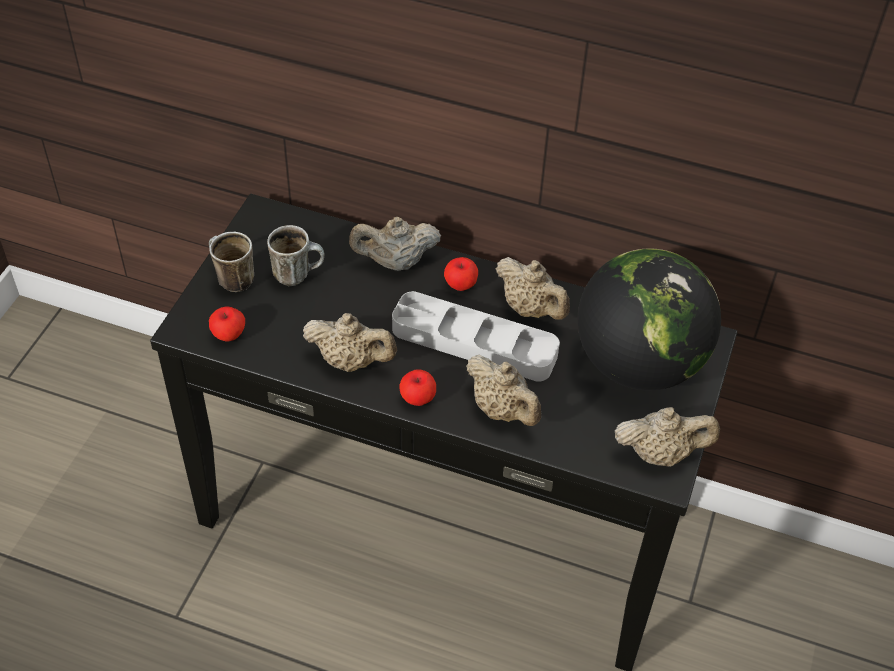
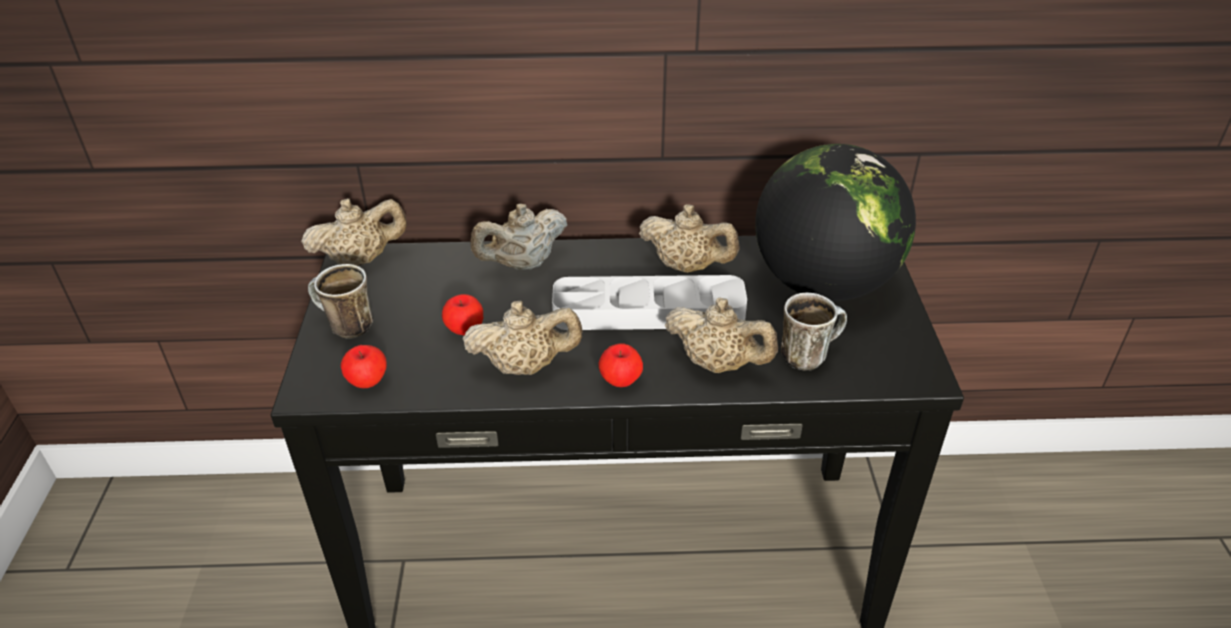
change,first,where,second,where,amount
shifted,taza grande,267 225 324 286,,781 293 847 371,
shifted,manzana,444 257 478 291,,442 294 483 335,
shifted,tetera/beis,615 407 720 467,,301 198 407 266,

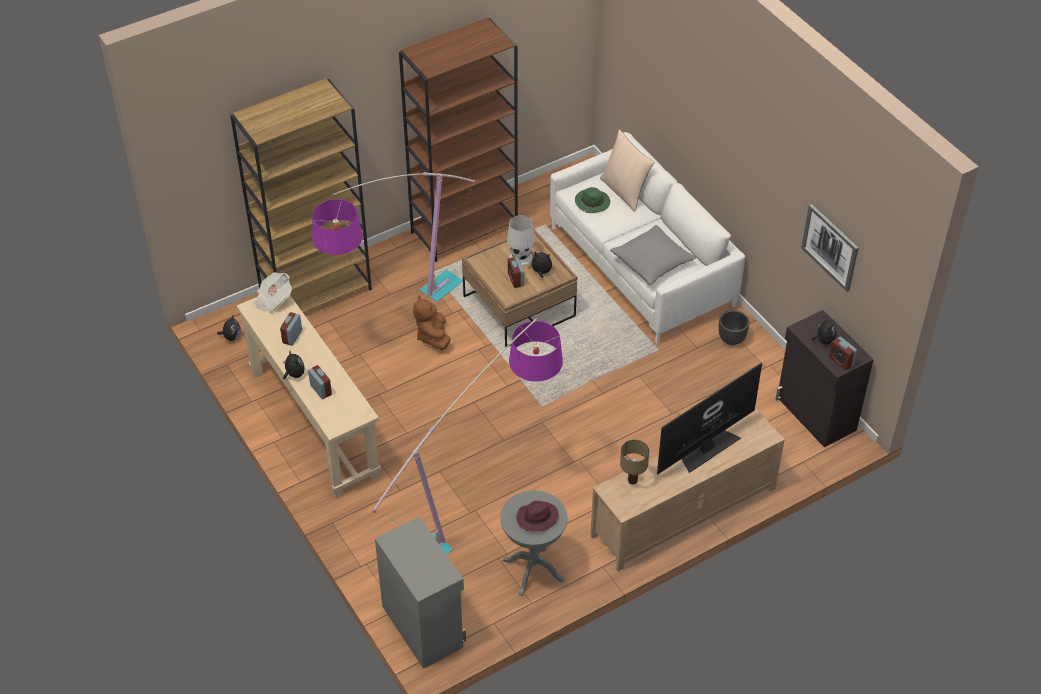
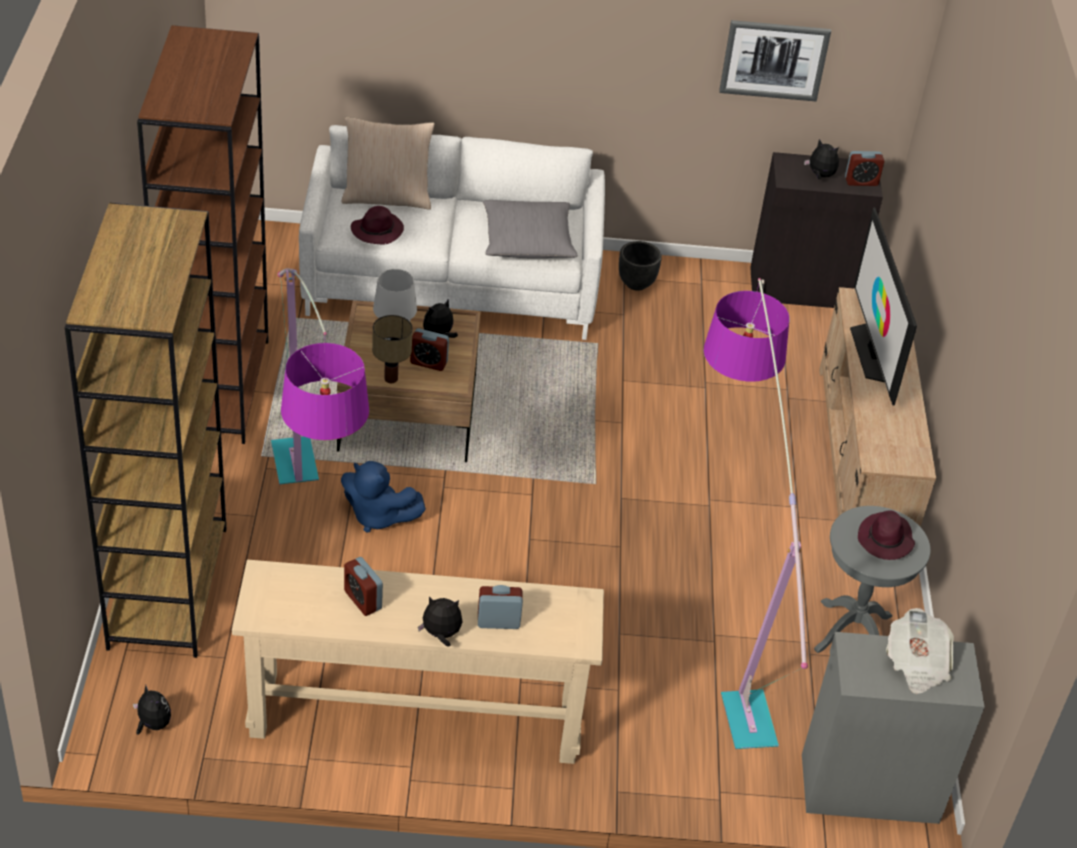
change,first,where,second,where,amount
repainted,sombrero/verde,575 187 610 213,sombrero/morado,351 206 404 244,
shifted,periódico,252 272 292 313,,886 608 954 694,
repainted,peluche/marrón,413 296 451 350,peluche/azul,341 461 426 533,
shifted,lámpara de mesa,620 440 649 484,,372 315 413 383,

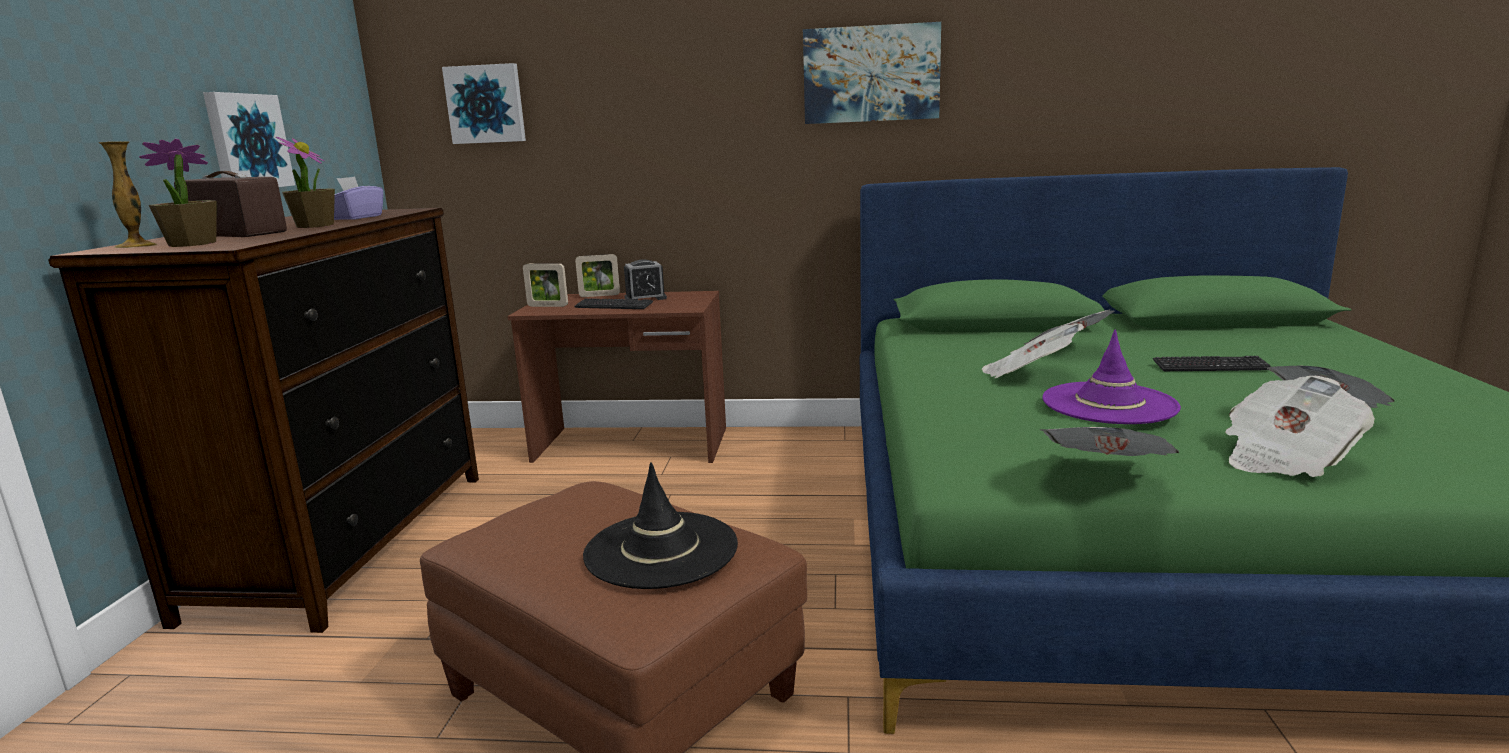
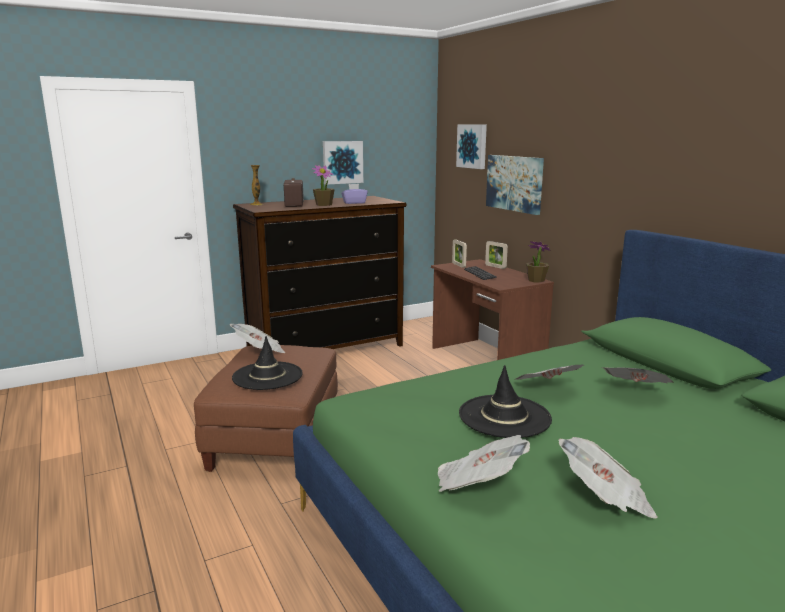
change,first,where,second,where,amount
shifted,cuadro,803 22 941 124,,486 155 544 215,
shifted,planta en maceta,139 139 217 247,,526 241 551 283,
gone,despertador,624 260 667 300,,,
repainted,sombrero/morado,1042 330 1181 424,sombrero/negro,459 365 552 438,
gone,teclado,1153 356 1271 371,,,
shifted,periódico,1040 427 1179 456,,230 324 285 353,

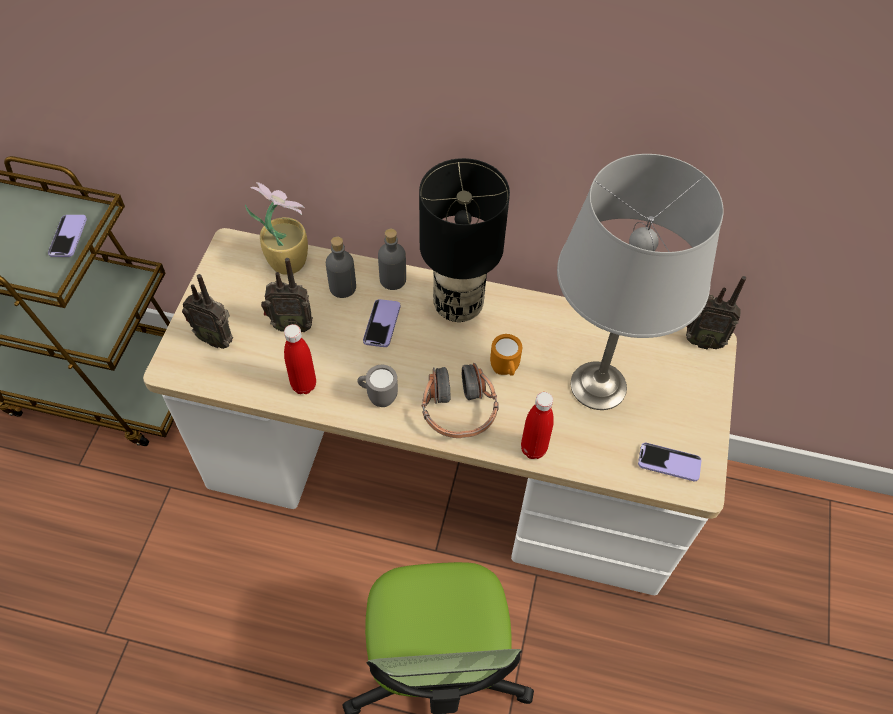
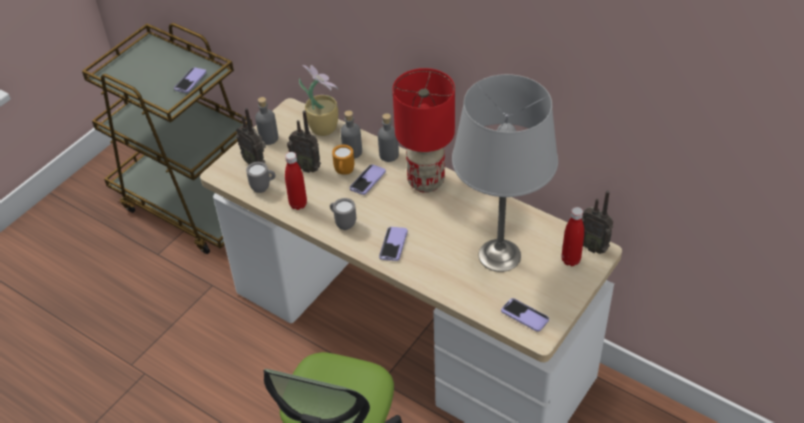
change,first,where,second,where,amount
repainted,lámpara de mesa/negro,419 158 510 322,lámpara de mesa/rojo,393 68 455 193,
shifted,taza grande/naranja,490 334 522 376,,332 145 354 175,
swapped,auriculares,422 363 499 438,móvil,379 227 408 261,
shifted,botella/rojo,521 392 554 459,,562 207 584 266,
new,,,botella/gris,255 97 278 145,
new,,,taza grande/gris,246 162 275 193,

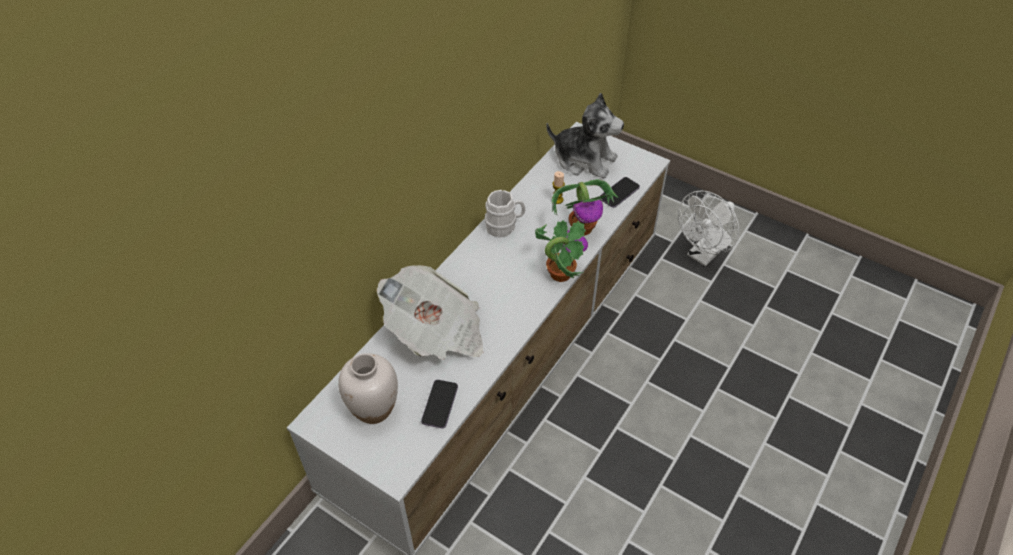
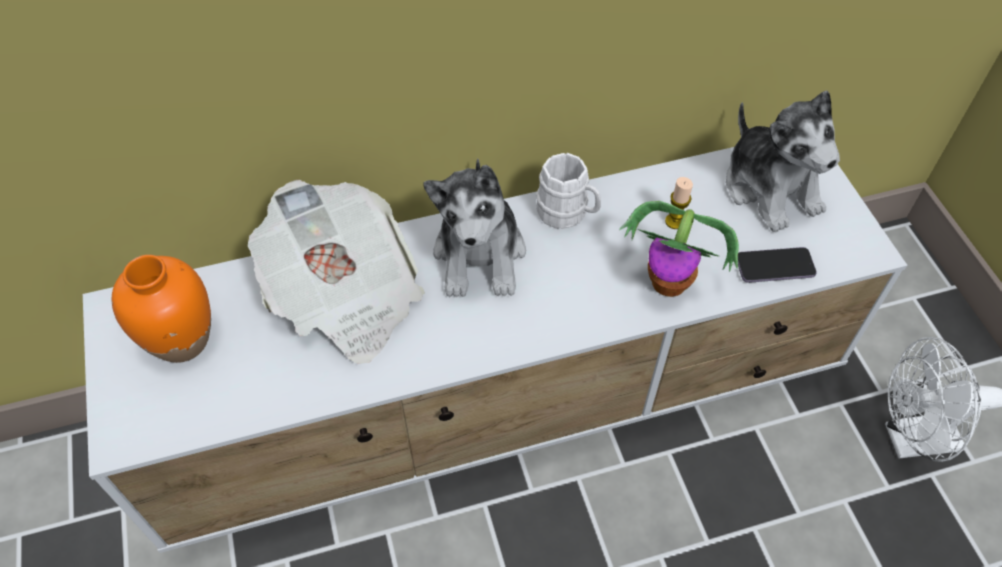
change,first,where,second,where,amount
gone,planta en maceta,535 220 588 282,,,
repainted,florero/blanco,338 353 398 424,florero/naranja,111 255 211 363,
gone,móvil,421 380 458 428,,,
new,,,peluche,423 159 526 297,

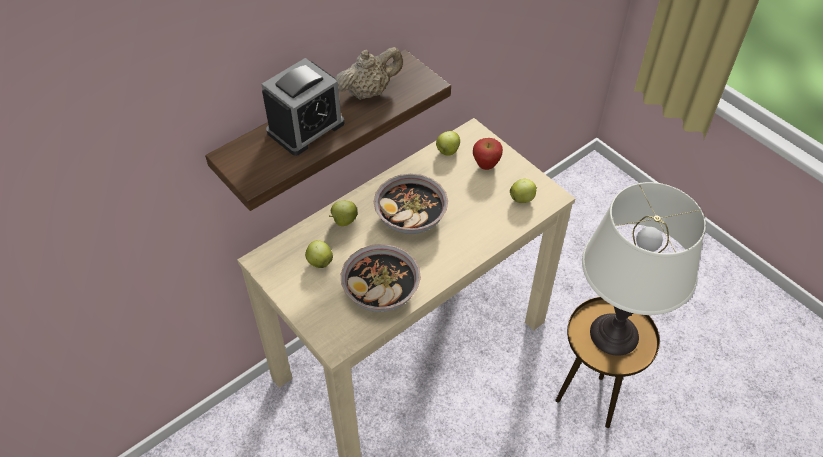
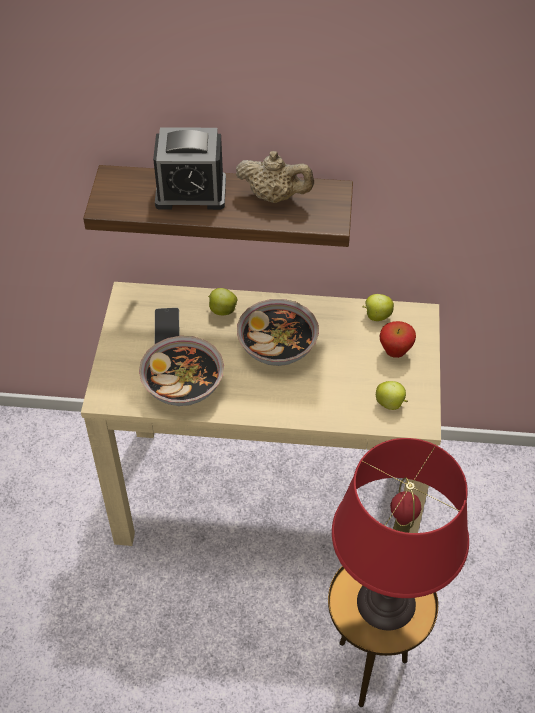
change,first,where,second,where,amount
repainted,lámpara de mesa/blanco,582 182 706 356,lámpara de mesa/rojo,332 438 469 630,
swapped,manzana,305 240 333 268,móvil,155 308 179 344,

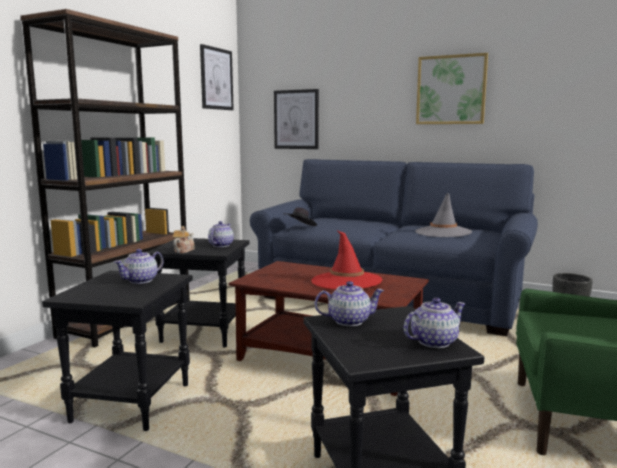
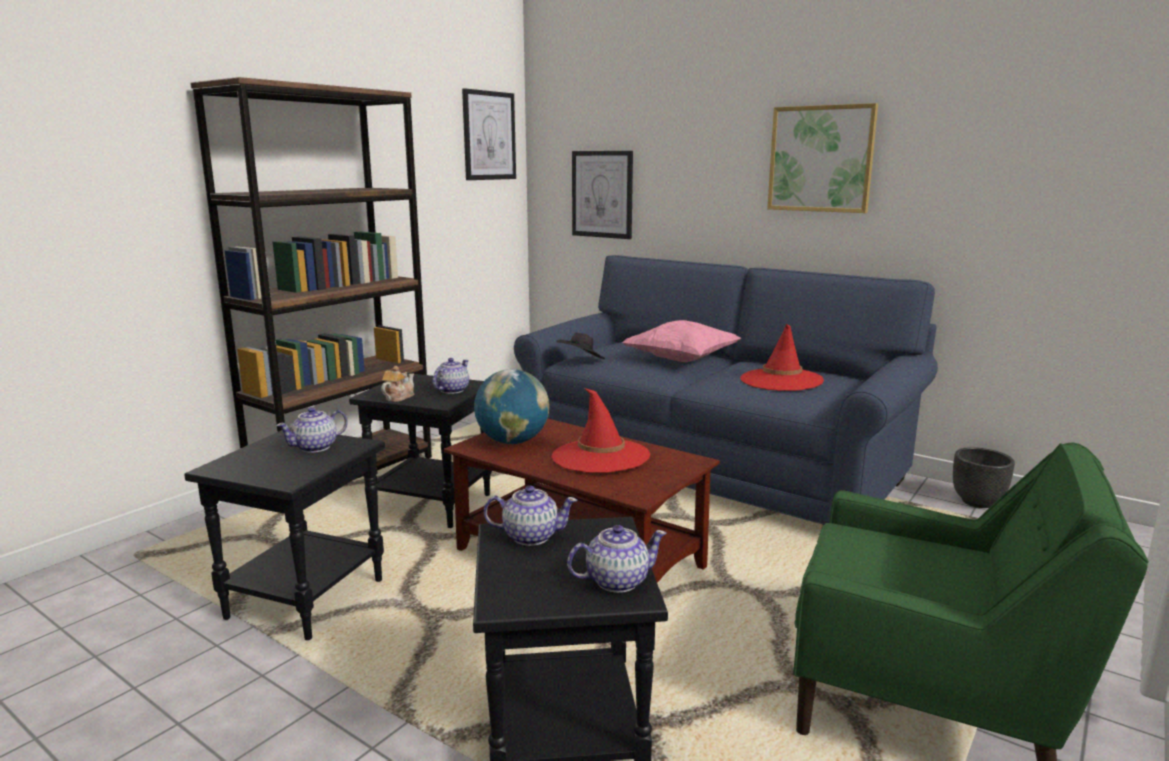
change,first,where,second,where,amount
repainted,sombrero/gris,415 193 472 237,sombrero/rojo,740 324 824 391,
new,,,cojín/rosa,622 320 741 362,
new,,,globo terráqueo,474 369 549 444,

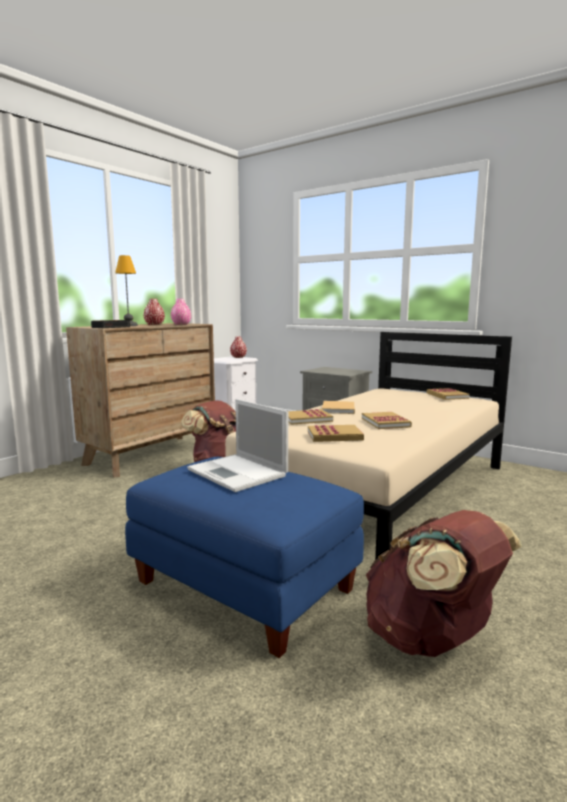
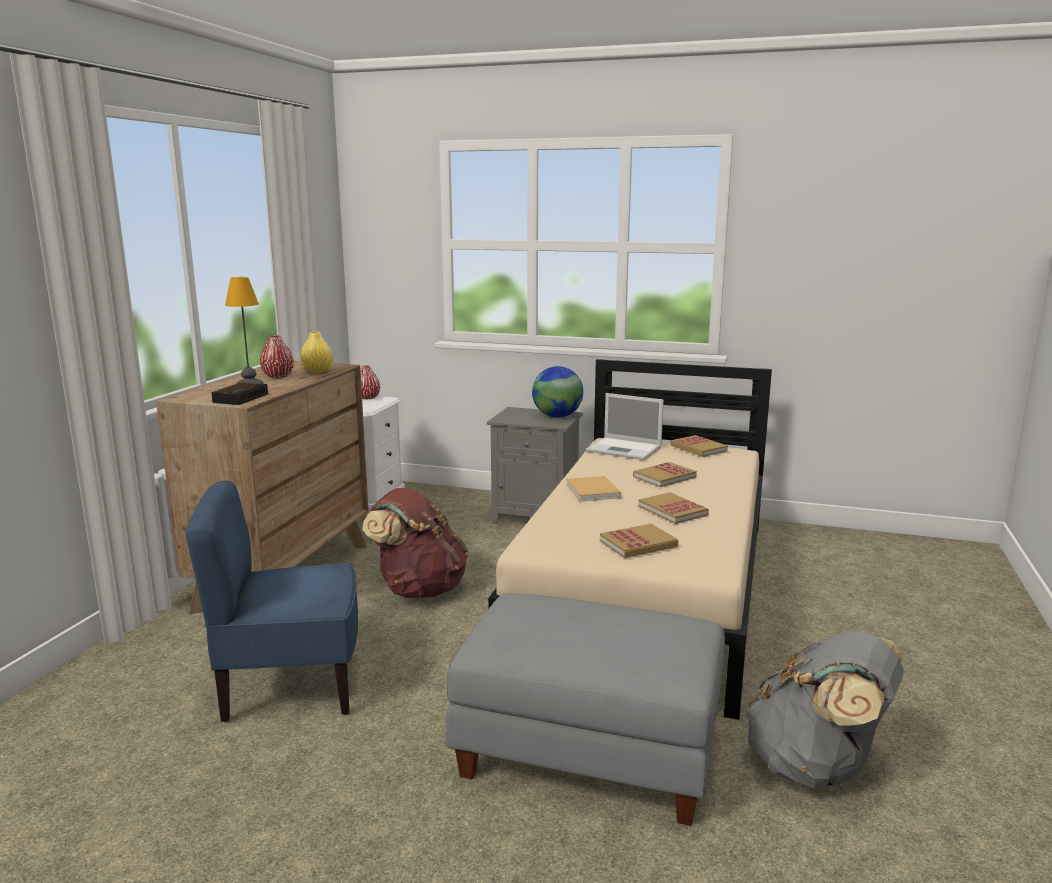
change,first,where,second,where,amount
repainted,florero/rosa,171 299 191 325,florero/amarillo,300 332 333 373,
shifted,portátil,187 399 288 492,,586 393 664 460,
shifted,libro,288 409 333 425,,633 462 697 487,
repainted,puf/azul,125 457 364 658,puf/gris,446 593 725 826,
repainted,mochila/marrón,366 510 522 657,mochila/gris,745 631 904 789,
new,,,globo terráqueo,532 366 583 418,
new,,,silla/azul,185 481 358 722,

